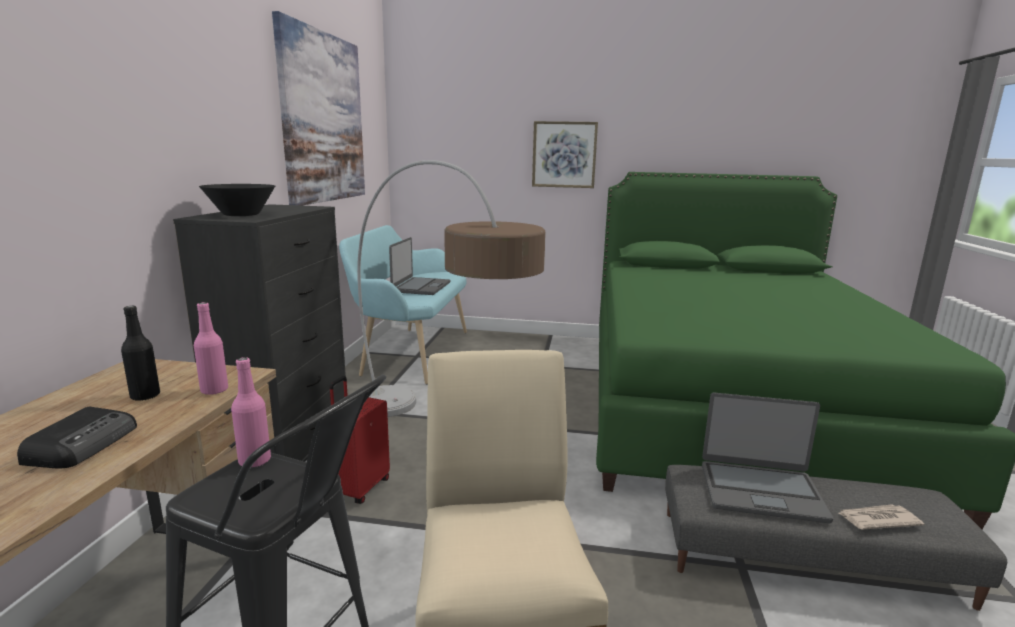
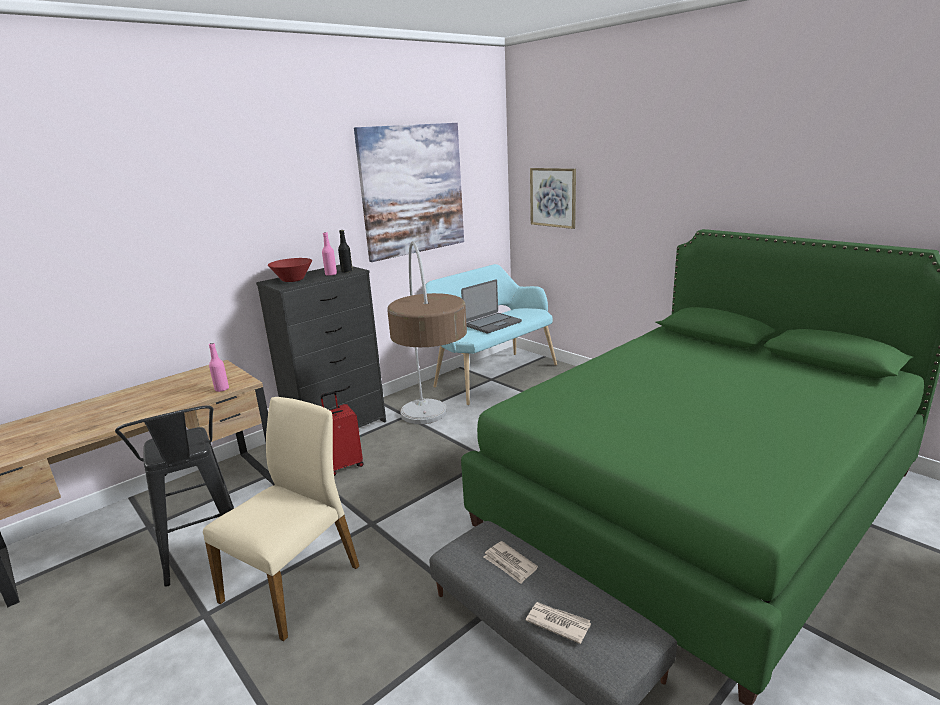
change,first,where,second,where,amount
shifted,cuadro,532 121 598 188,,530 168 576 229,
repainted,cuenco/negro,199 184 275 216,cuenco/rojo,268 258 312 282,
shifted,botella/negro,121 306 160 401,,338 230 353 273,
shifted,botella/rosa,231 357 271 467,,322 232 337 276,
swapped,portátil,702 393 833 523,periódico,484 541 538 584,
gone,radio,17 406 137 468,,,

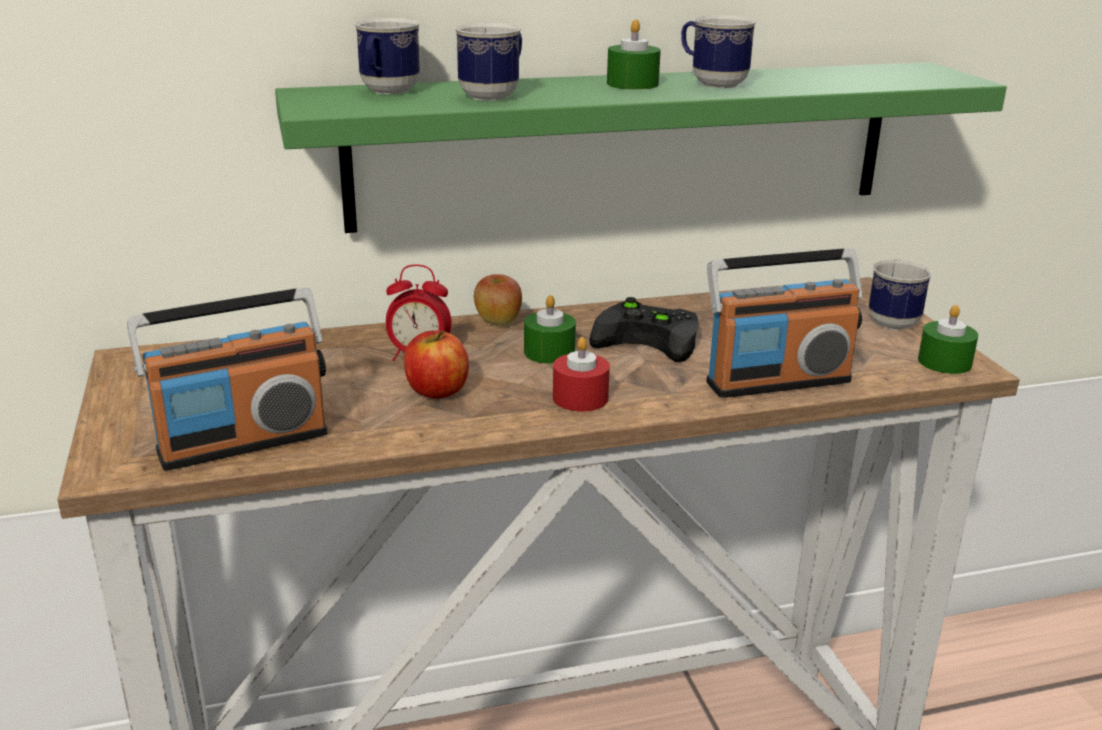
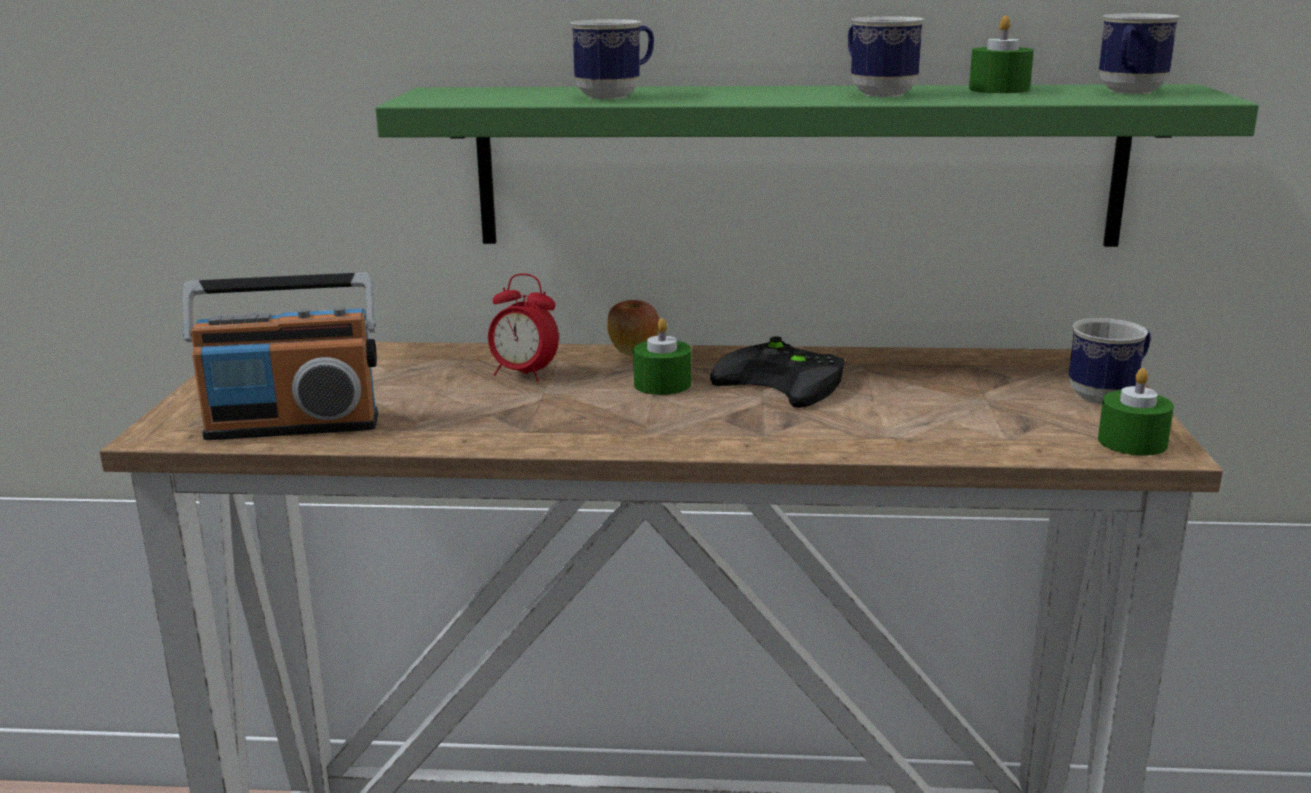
change,first,where,second,where,amount
shifted,taza grande,354 18 420 94,,1099 13 1180 94,
shifted,vela/verde,607 19 661 90,,969 16 1034 93,
gone,radio,706 248 863 398,,,
gone,manzana,404 330 469 399,,,
gone,vela/rojo,553 337 610 412,,,

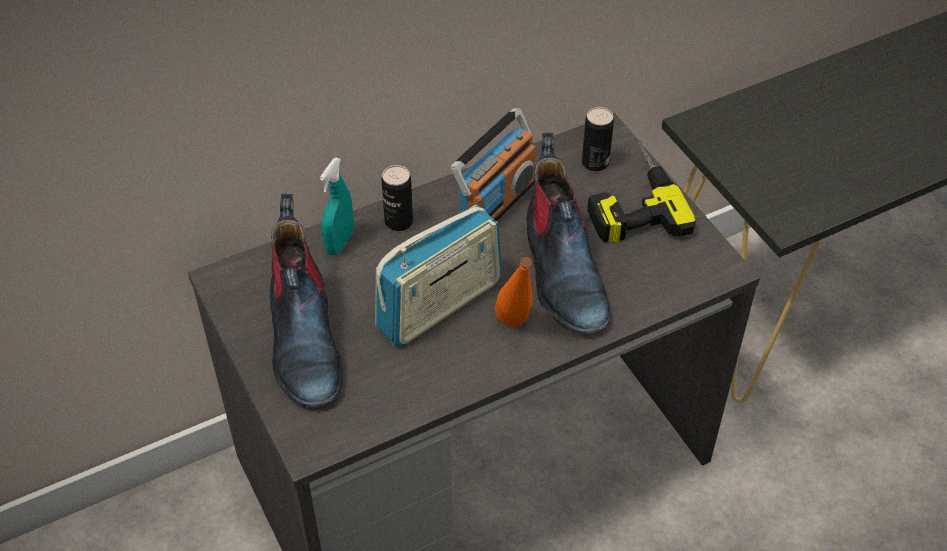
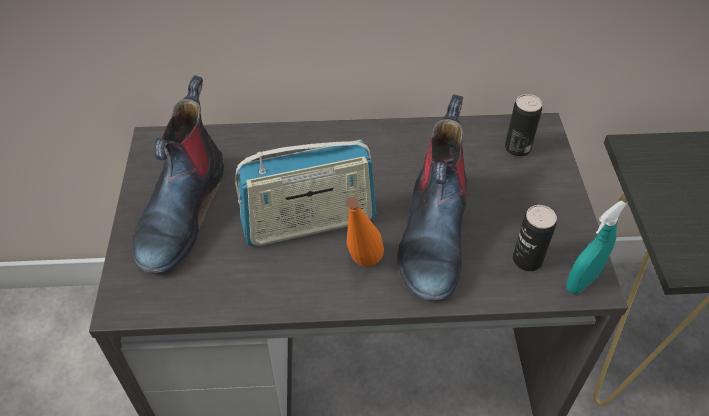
change,first,where,second,where,amount
gone,radio,451 108 535 221,,,
gone,taladro,587 141 696 243,,,
shifted,pulverizador/turquesa,320 158 354 255,,566 200 627 294,
shifted,lata,381 165 413 231,,513 205 557 271,

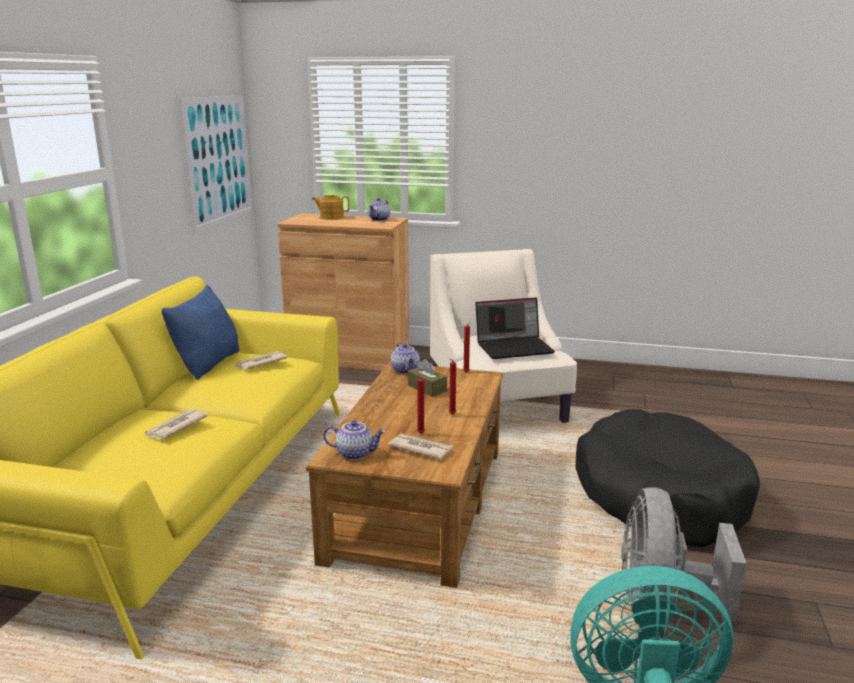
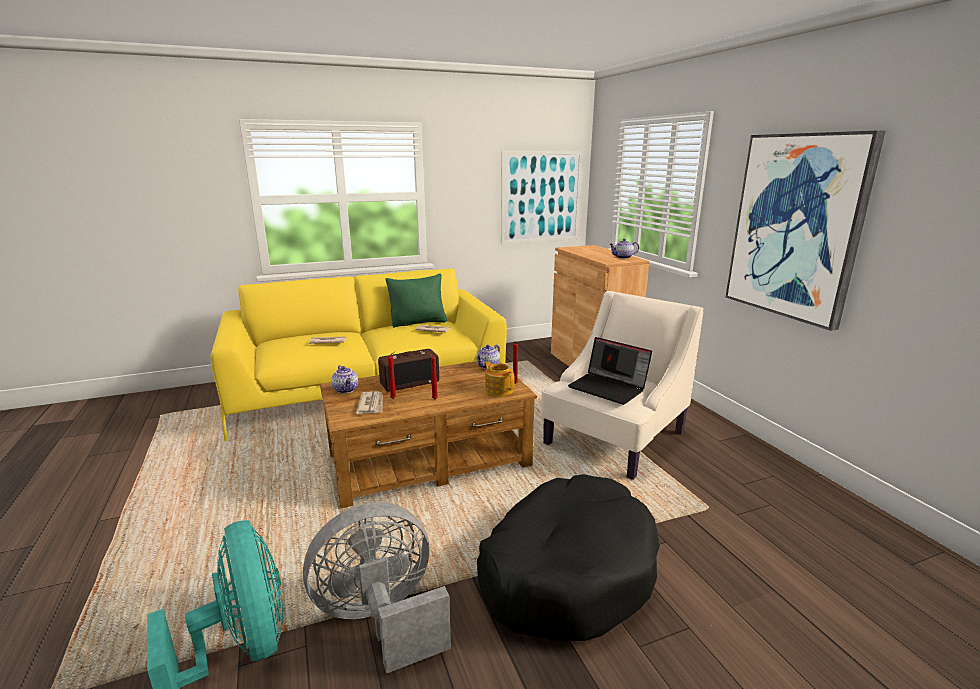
change,first,where,second,where,amount
shifted,tetera,311 195 350 220,,484 361 515 397,
repainted,cojín/azul,162 285 239 380,cojín/verde,385 273 447 328,
gone,caja de pañuelos/marrón,408 359 447 397,,,
new,,,cuadro,726 131 885 331,
new,,,radio,378 349 439 392,

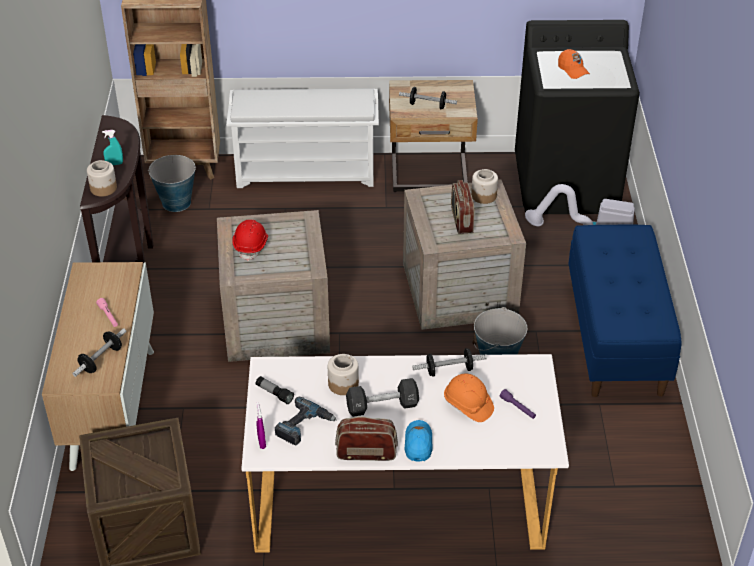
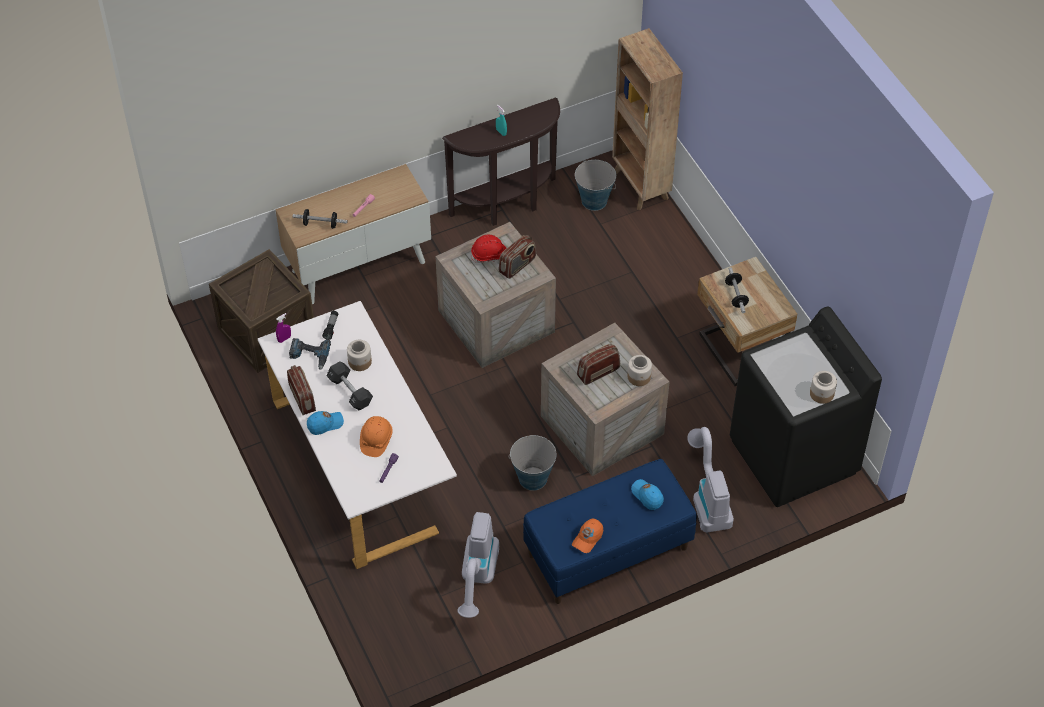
change,first,where,second,where,amount
shifted,gorra/naranja,558 49 590 79,,572 519 603 553,
gone,zapatero/blanco,226 89 379 188,,,
shifted,tarro,87 160 117 197,,810 371 837 404,
gone,mancuerna,412 348 487 377,,,
new,,,radio,499 235 536 279,
new,,,gorra/azul,631 479 664 510,
new,,,aspiradora,457 512 499 618,

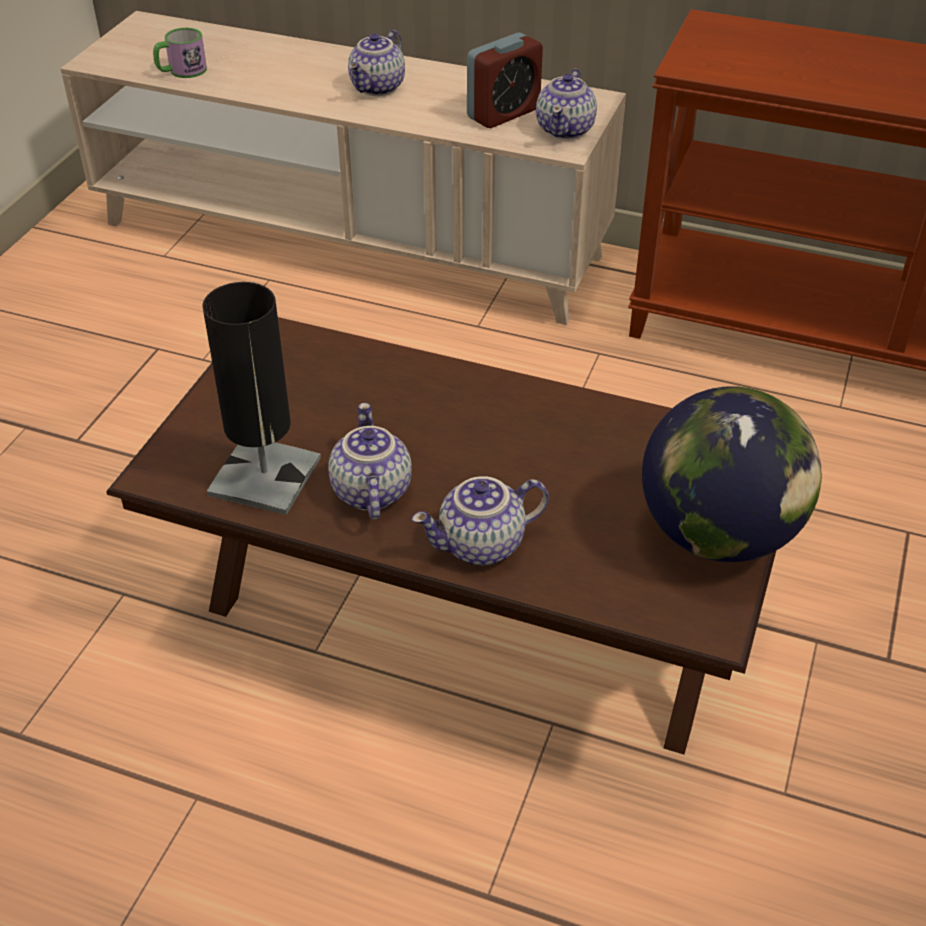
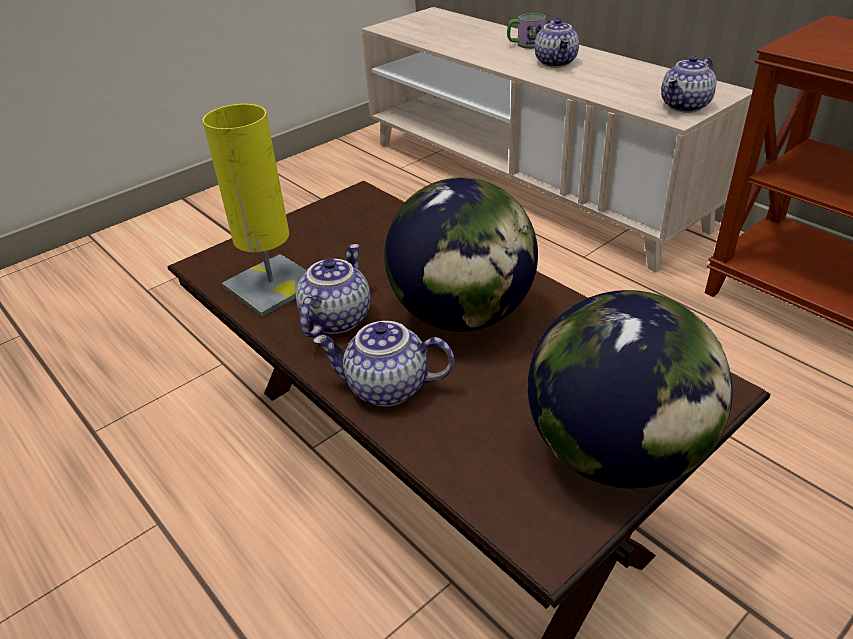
change,first,where,second,where,amount
shifted,taza grande,153 28 207 78,,507 13 546 49,
rotated,tetera,348 30 405 96,,535 18 579 68,60 degrees counterclockwise
gone,despertador,467 32 543 128,,,
repainted,lámpara de mesa/negro,203 282 321 515,lámpara de mesa/amarillo,203 104 307 317,
new,,,globo terráqueo,384 178 538 332,

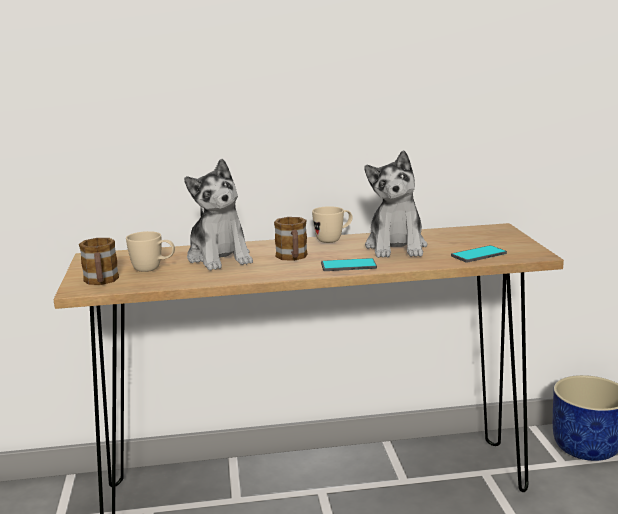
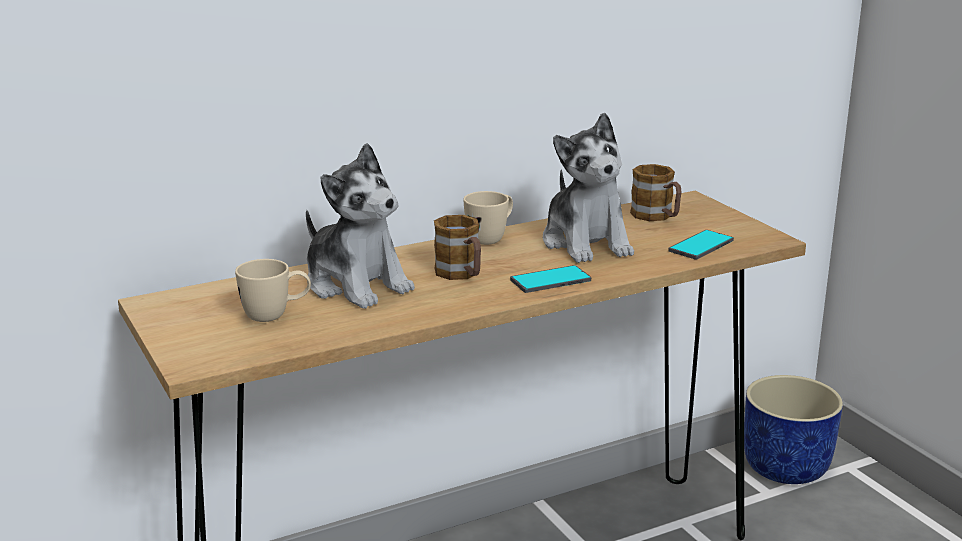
change,first,where,second,where,amount
shifted,taza grande,79 238 119 285,,630 164 682 221,

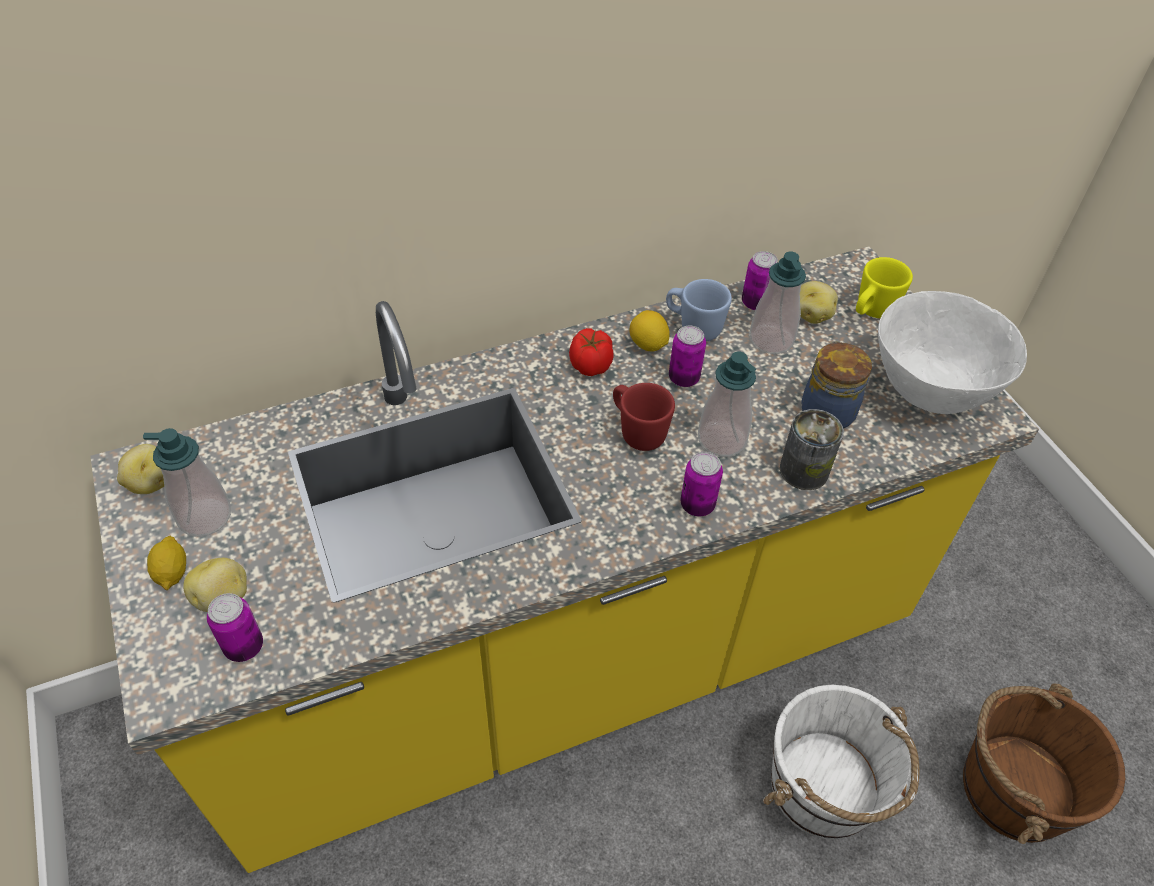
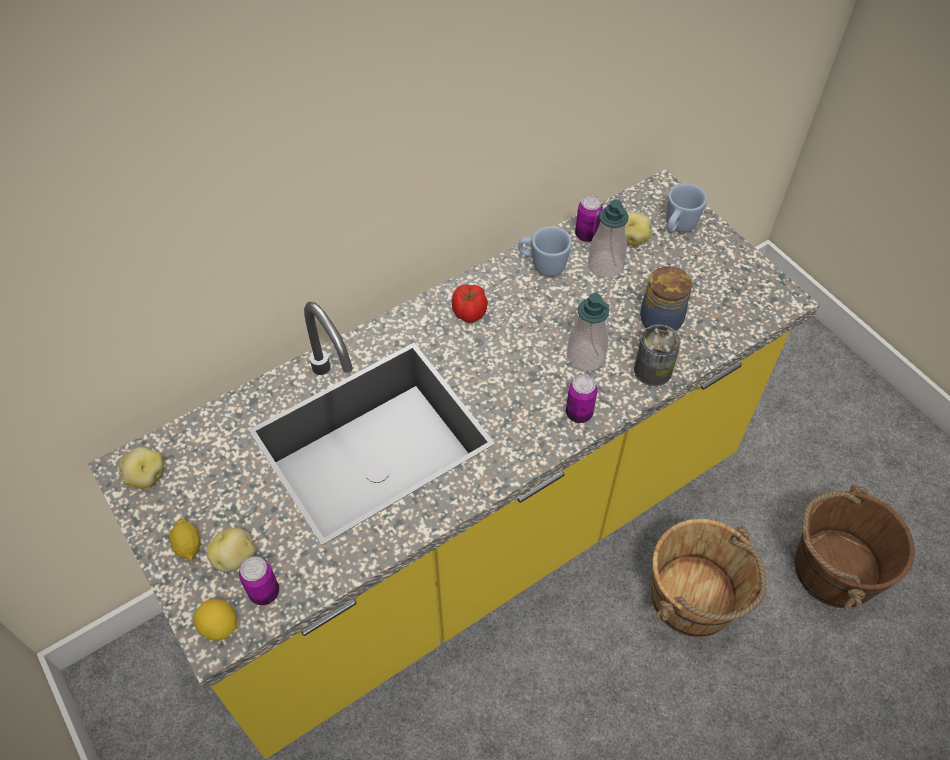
change,first,where,second,where,amount
repainted,taza grande/amarillo,856 257 913 318,taza grande/azul,666 183 707 233,
gone,cuenco/blanco,878 291 1027 414,,,
shifted,limón,629 310 670 352,,194 599 237 641,
gone,lata,669 325 706 387,,,
gone,taza grande/rojo,613 383 675 451,,,
gone,dispensador de jabón,143 428 231 537,,,
repainted,cubo/blanco,763 685 919 840,cubo/marrón,652 518 767 637,

